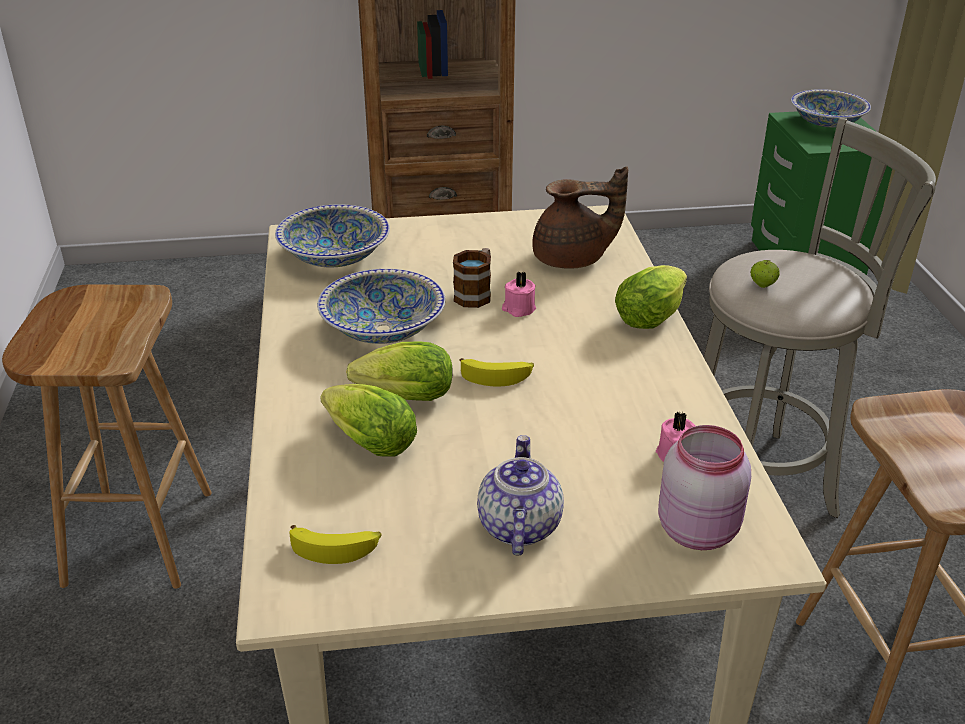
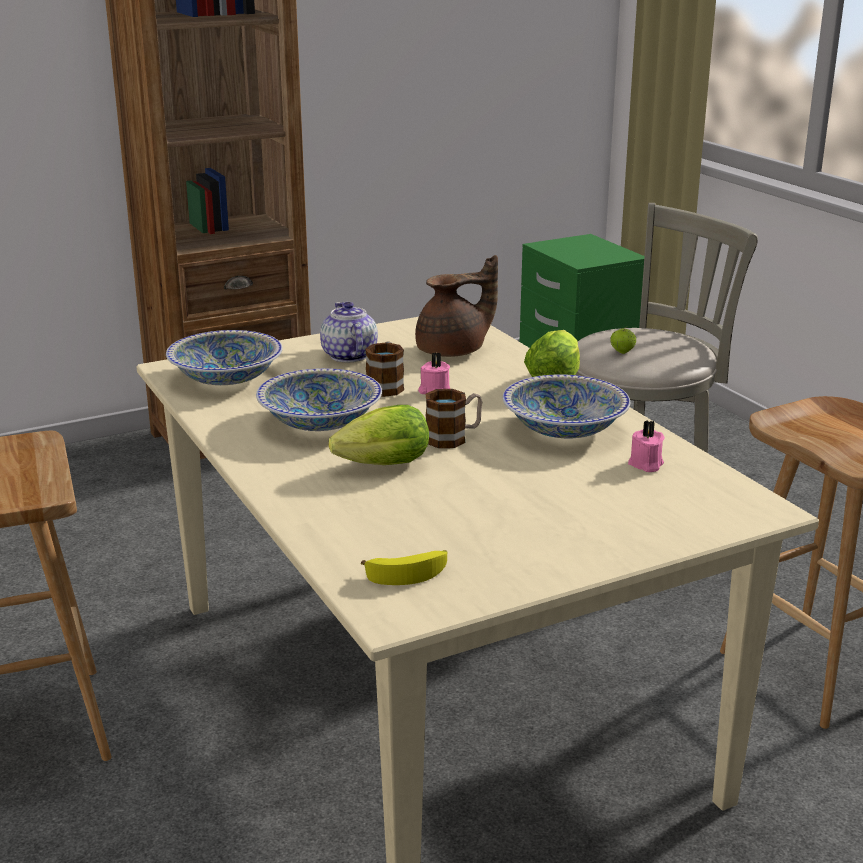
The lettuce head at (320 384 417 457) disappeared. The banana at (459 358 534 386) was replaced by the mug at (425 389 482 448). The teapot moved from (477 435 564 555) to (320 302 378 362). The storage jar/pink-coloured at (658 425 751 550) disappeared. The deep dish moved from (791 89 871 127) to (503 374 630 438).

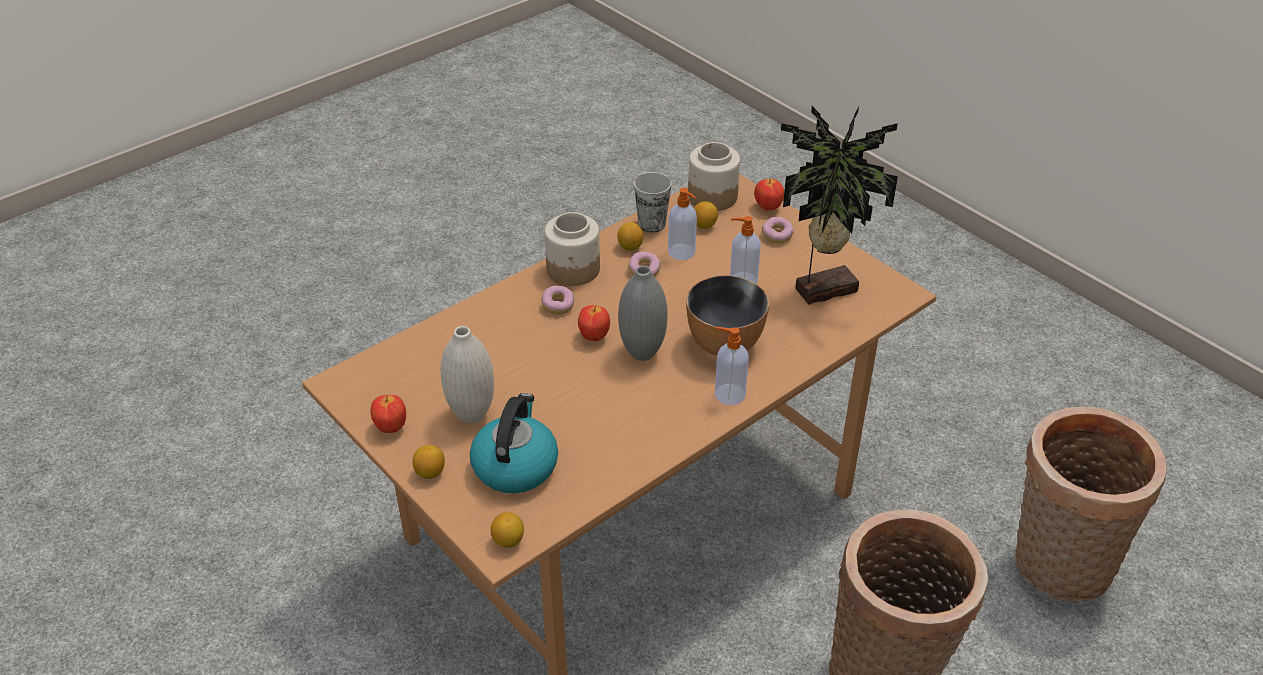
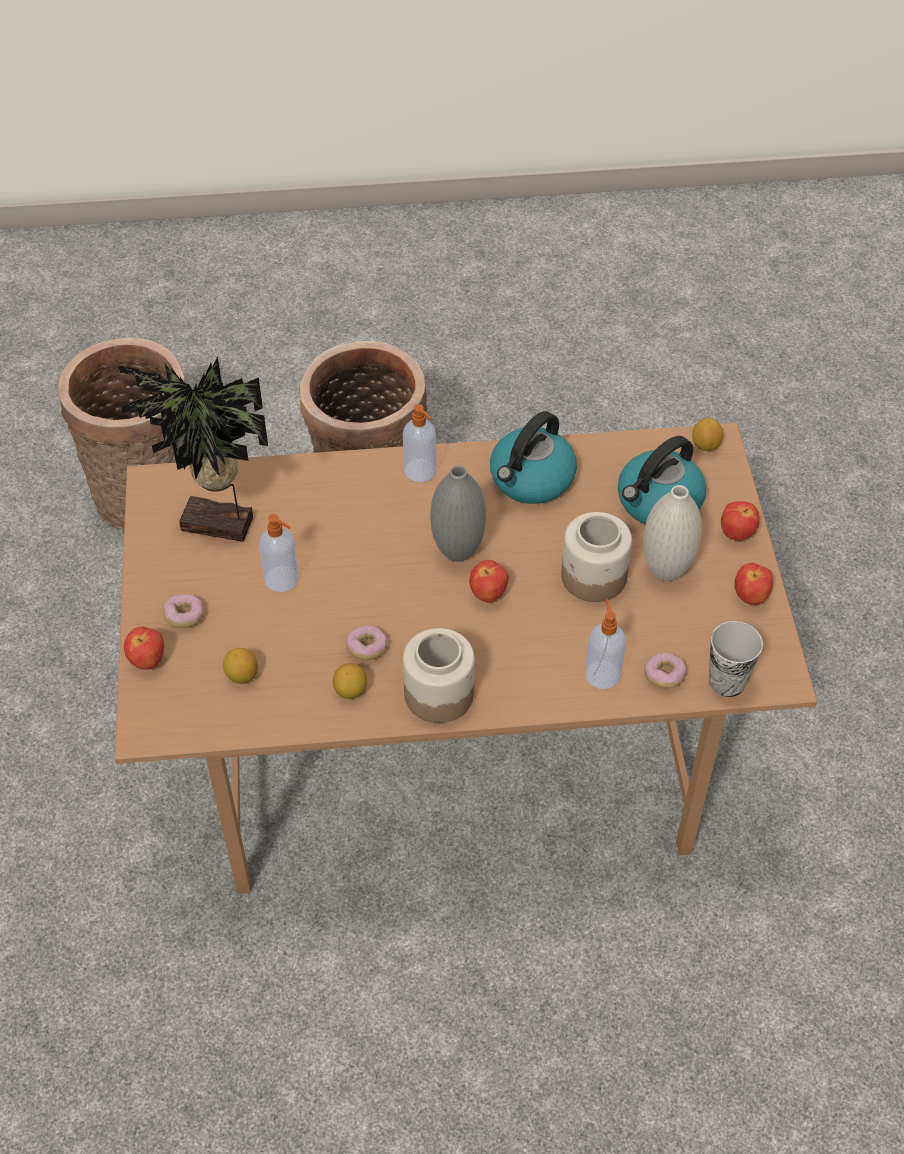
The lemon at (413 445 445 479) was replaced by the apple fruit at (721 501 760 541). The doughnut moved from (542 285 574 314) to (644 653 687 689). The small cup moved from (634 172 672 233) to (709 621 763 697). The soap dispenser moved from (668 188 697 260) to (585 598 626 689). The deep dish at (686 275 769 356) disappeared. The storage jar moved from (688 142 740 211) to (561 512 632 602). The tea kettle at (490 411 577 504) appeared.

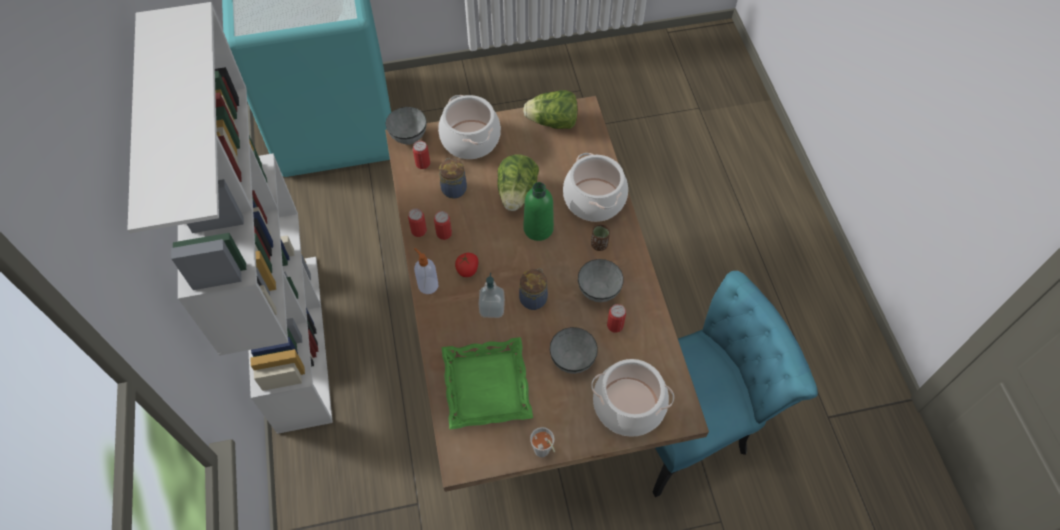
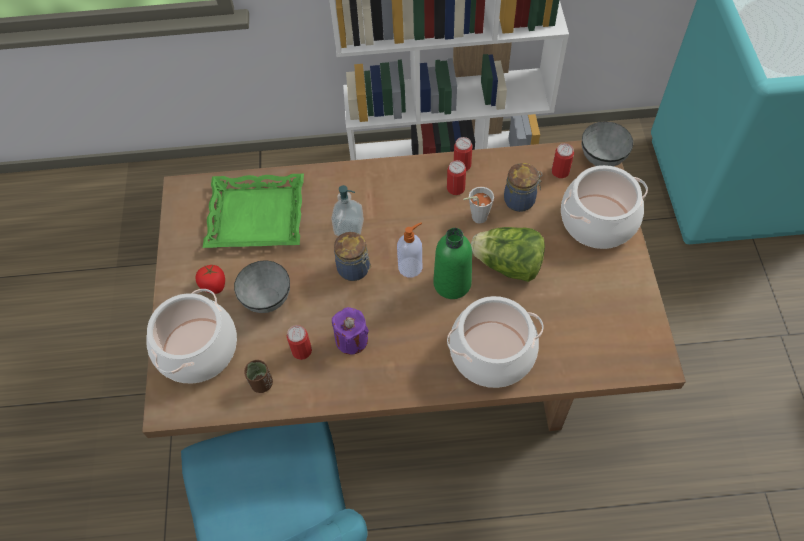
The soap dispenser moved from (414 248 438 294) to (397 222 422 278). The tomato moved from (455 253 479 277) to (196 264 225 294). The lettuce head at (523 90 578 129) disappeared. The small cup/greyish moved from (530 427 555 457) to (463 187 494 223). The deep dish/greyish at (578 259 624 302) was replaced by the wax light/purple at (332 307 369 355). The small cup/brown-coloured moved from (591 224 610 251) to (244 360 273 393).

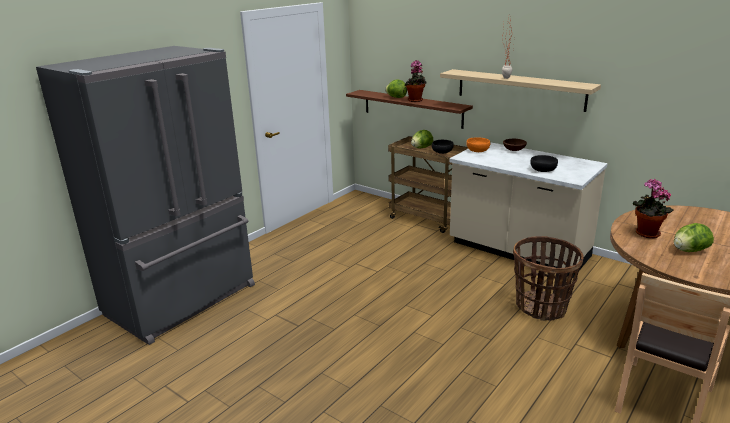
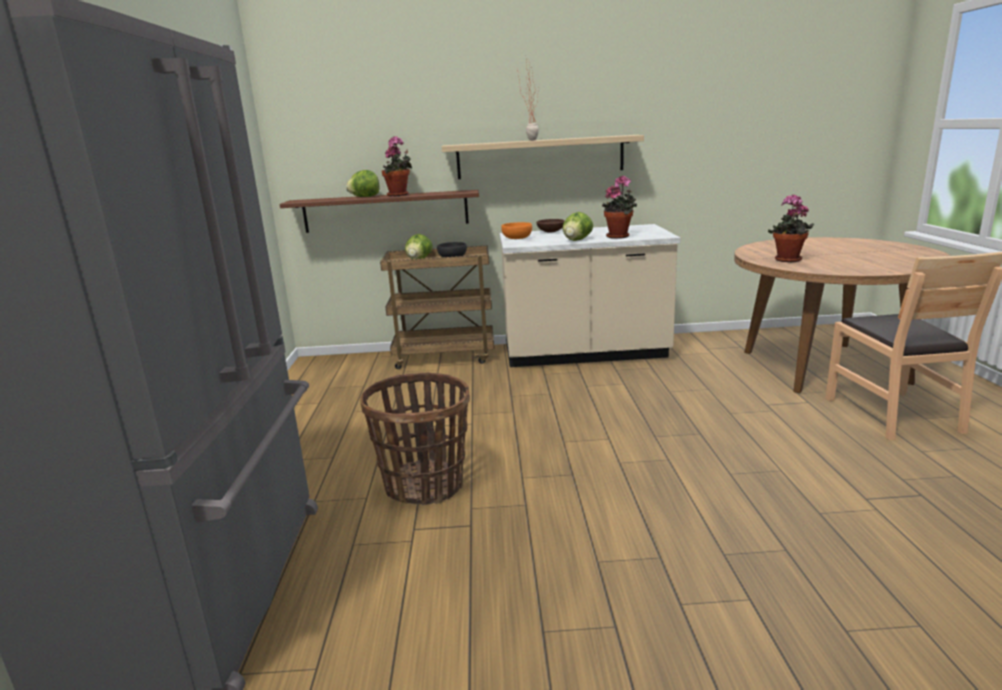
The household basket moved from (513 236 584 321) to (360 372 470 505). The deep dish/black-coloured at (530 155 558 172) was replaced by the potted plant at (602 175 637 239). The lettuce head moved from (674 223 714 252) to (563 212 593 241).

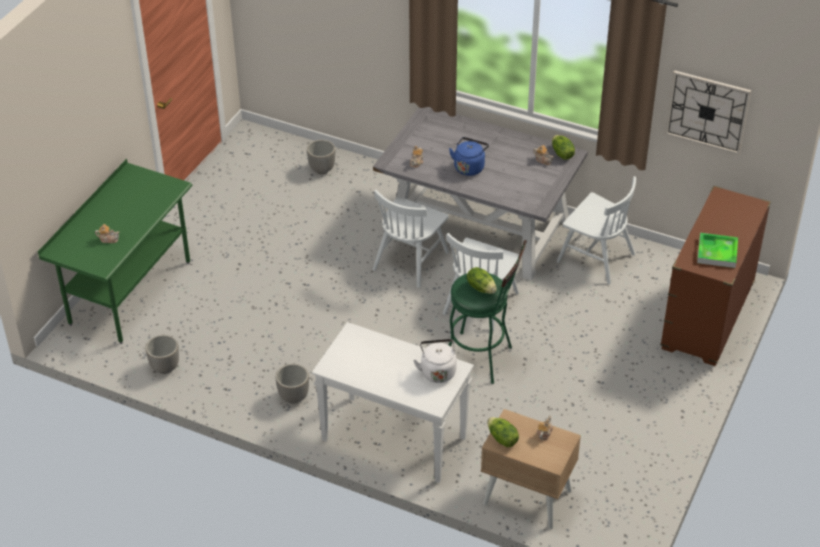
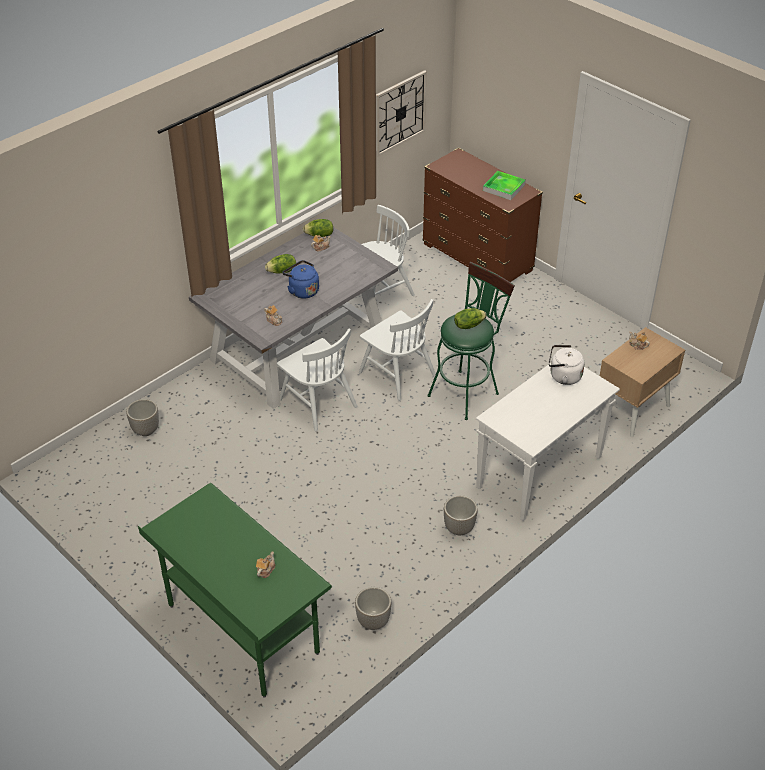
The lettuce head moved from (487 417 519 447) to (265 254 296 273).

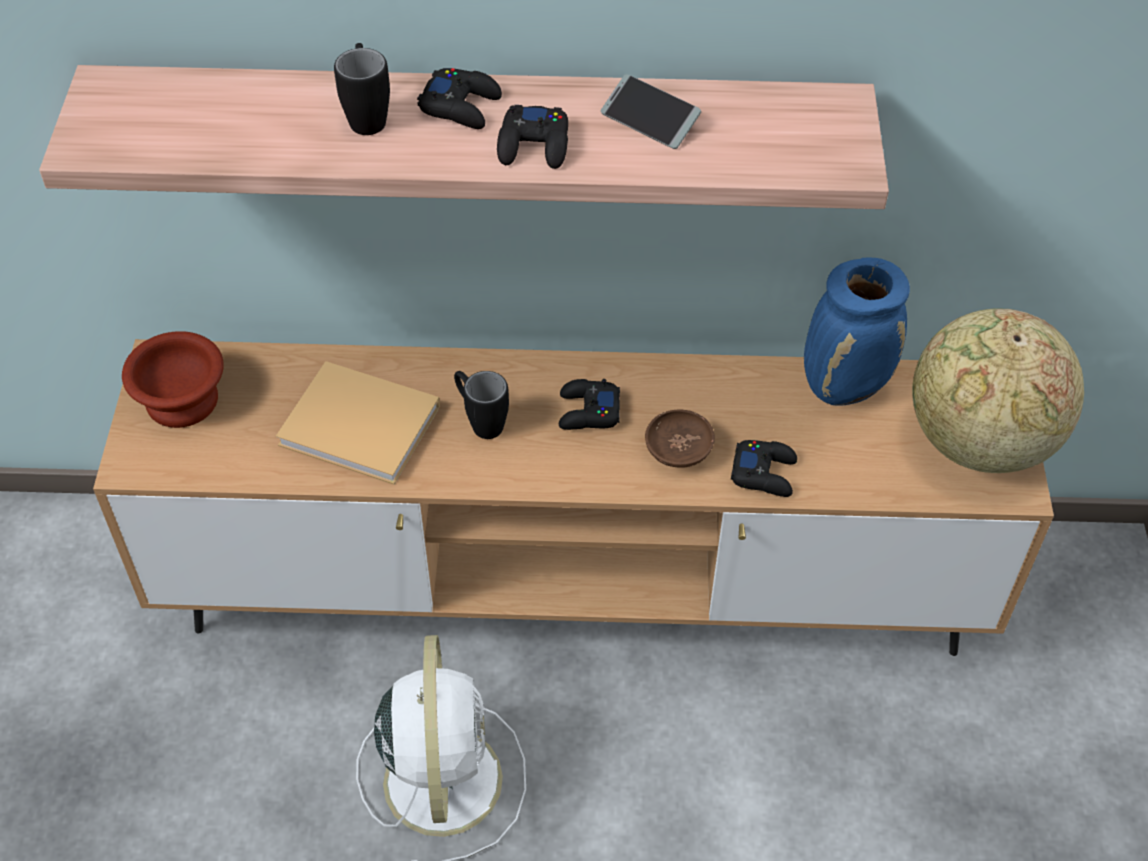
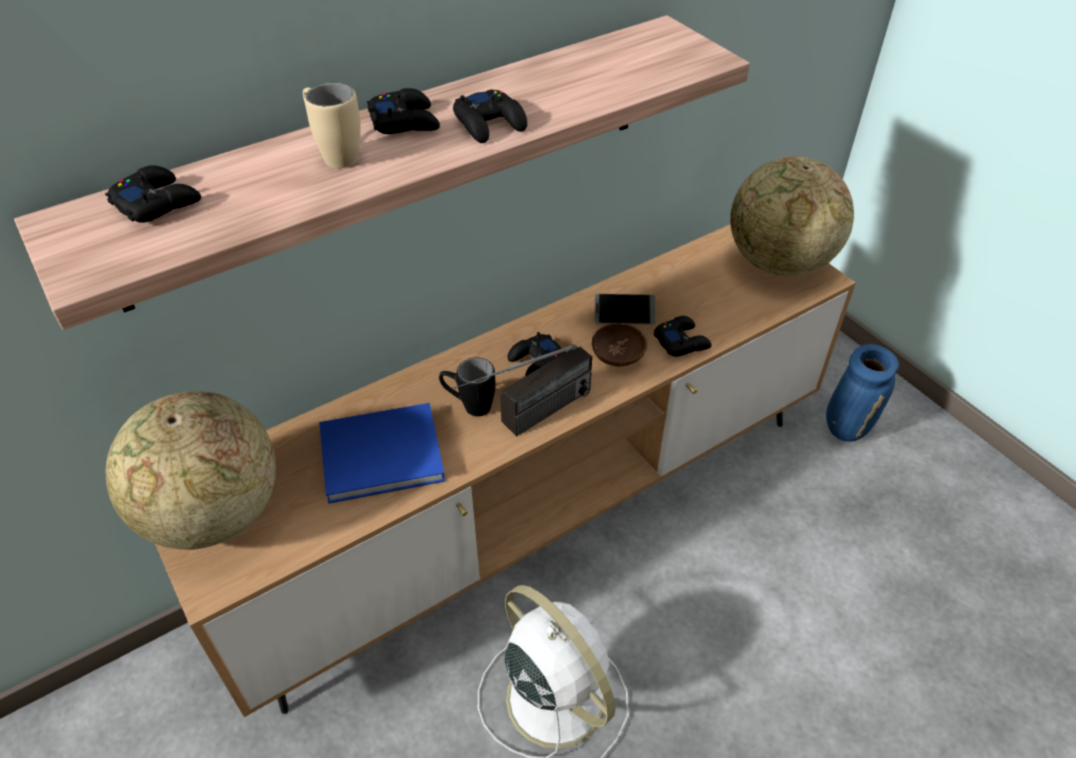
The deep dish/brown-coloured at (122 331 224 428) was replaced by the desk globe at (105 391 276 550). The volume/beige at (276 361 440 485) became the volume/blue-coloured at (319 403 445 504). The mug/black-coloured at (334 43 390 135) became the mug/beige at (303 83 361 168). The phone moved from (601 74 701 149) to (595 294 656 325). The flower vase/blue-coloured moved from (804 257 910 406) to (826 344 899 442). The joypad/black-coloured at (105 165 201 223) appeared. The radio set at (453 344 592 436) appeared.

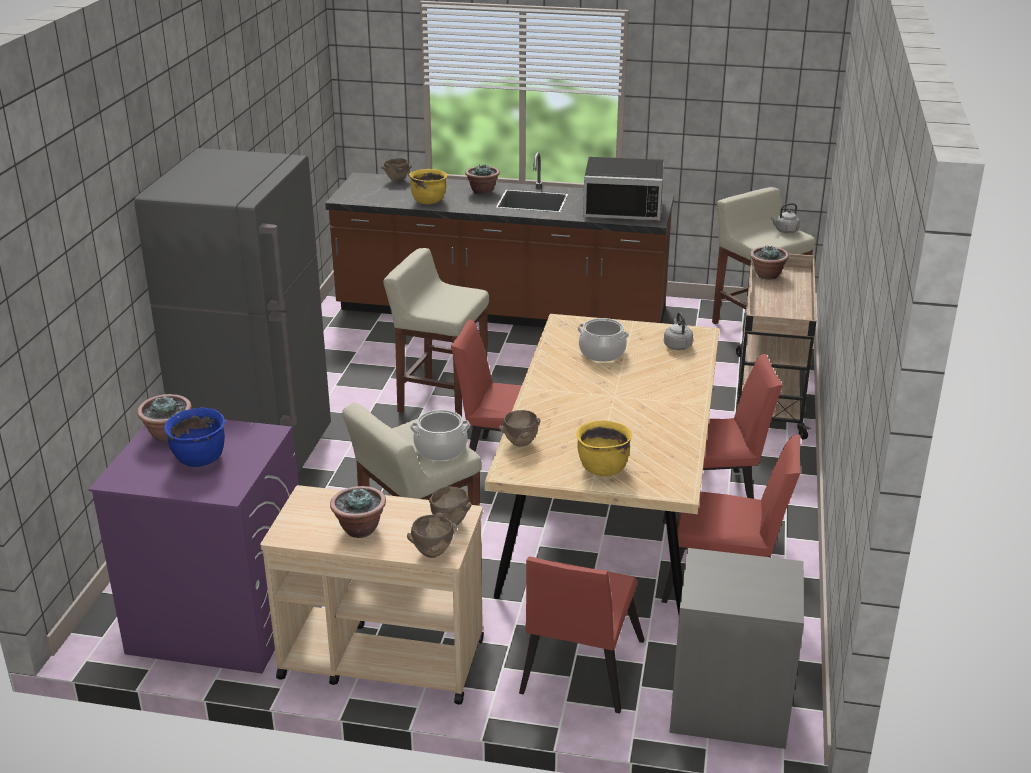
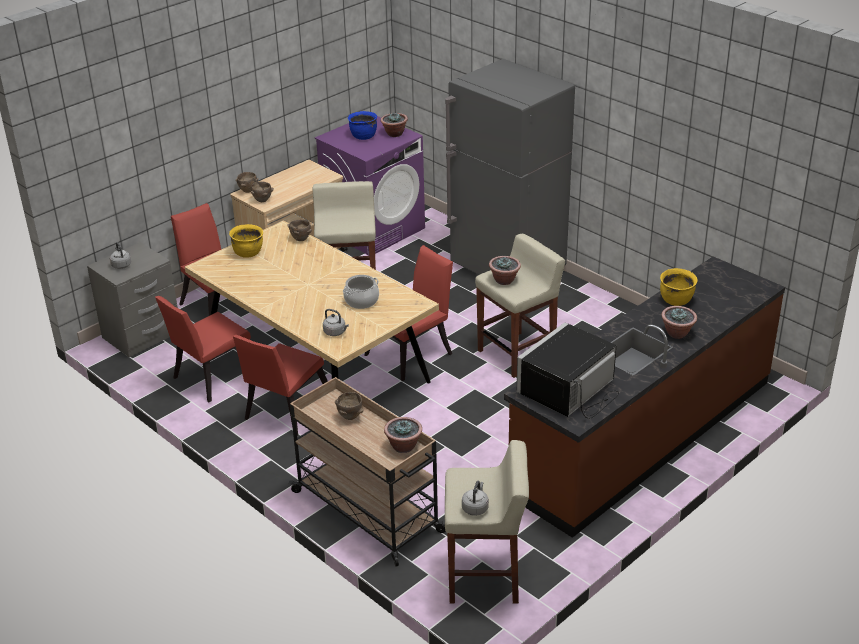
The potted plant moved from (330 486 386 538) to (489 256 521 285). The deep dish/brown-coloured moved from (381 158 412 182) to (335 392 364 420). The stockpot at (410 410 470 461) disappeared. The tea kettle/greyish at (110 242 131 269) appeared.

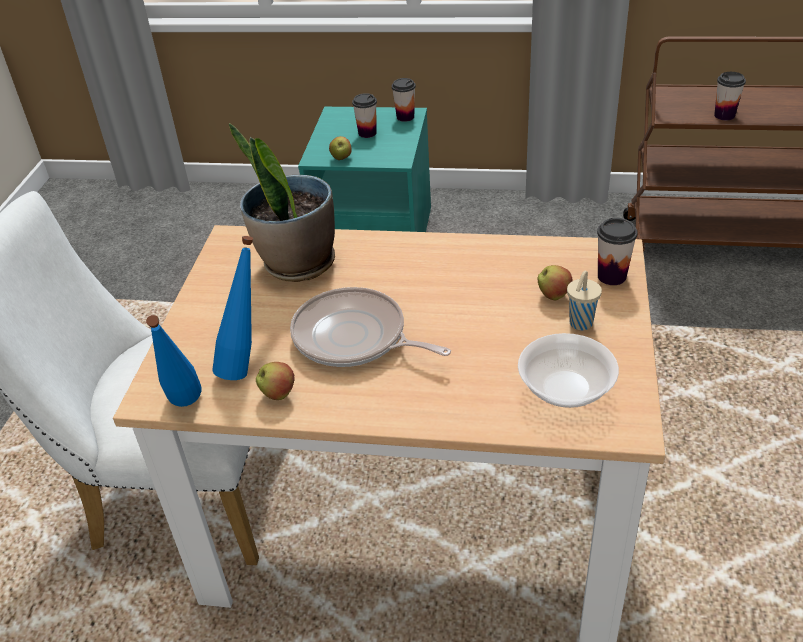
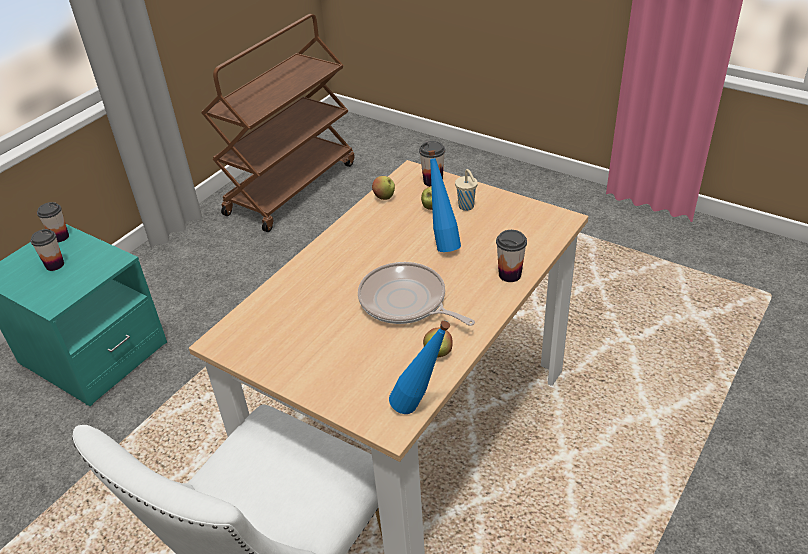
The beverage bottle/blue-coloured moved from (212 236 253 380) to (428 150 461 252). The potted plant at (229 123 335 282) disappeared. The frying pan at (290 287 451 367) turned 75 degrees clockwise. The apple fruit moved from (329 136 352 160) to (372 176 395 200). The deep dish at (518 333 619 408) disappeared. The small cup moved from (714 72 746 120) to (496 230 527 282).

